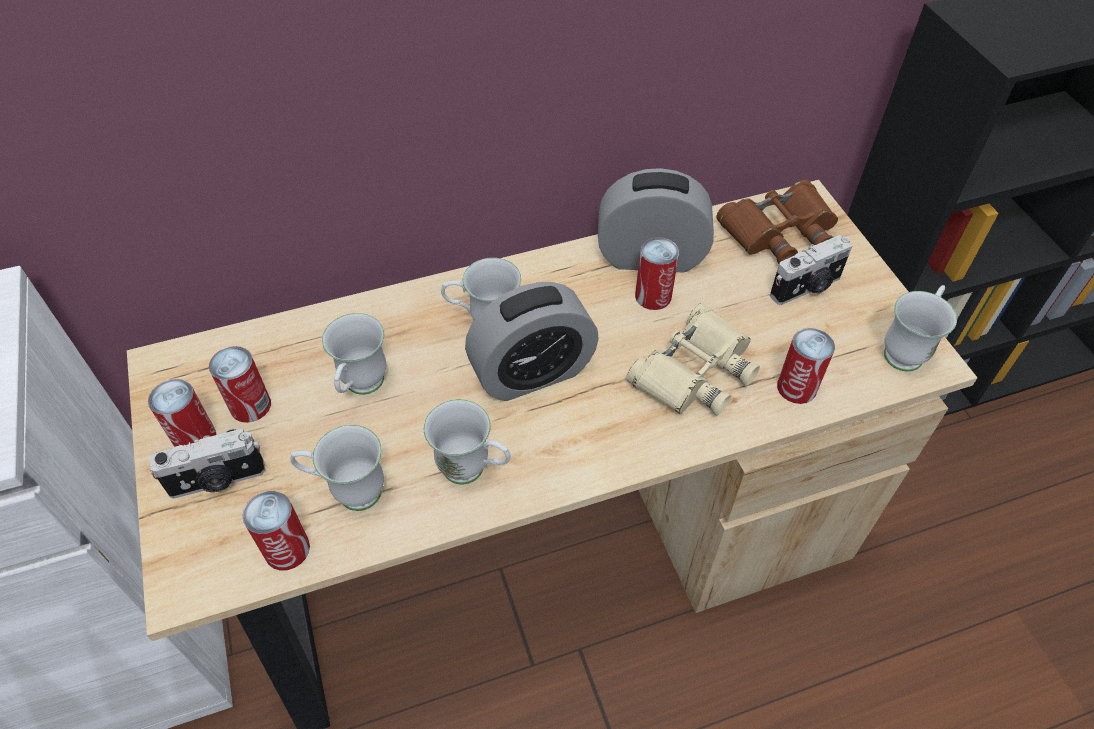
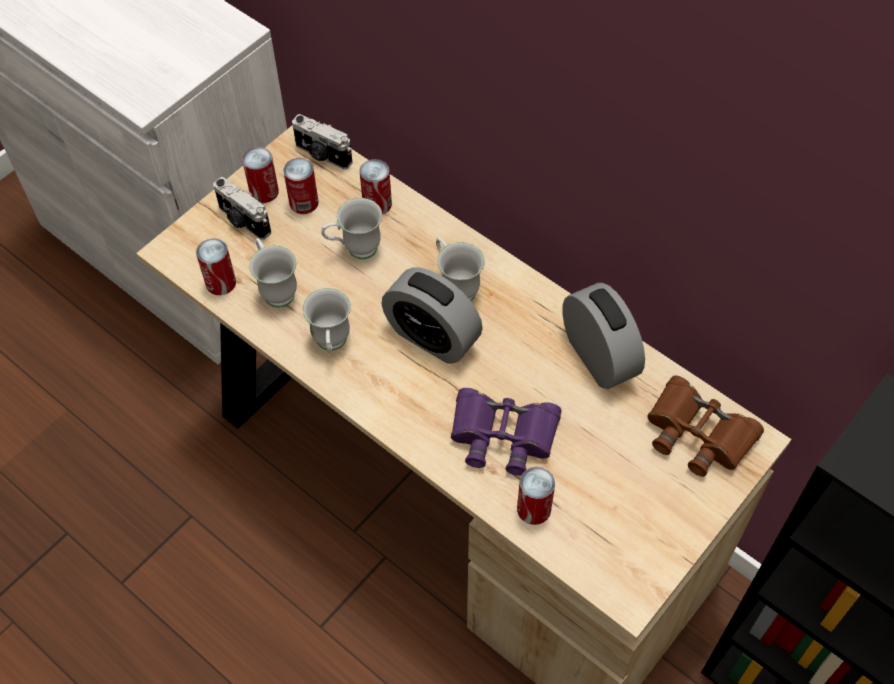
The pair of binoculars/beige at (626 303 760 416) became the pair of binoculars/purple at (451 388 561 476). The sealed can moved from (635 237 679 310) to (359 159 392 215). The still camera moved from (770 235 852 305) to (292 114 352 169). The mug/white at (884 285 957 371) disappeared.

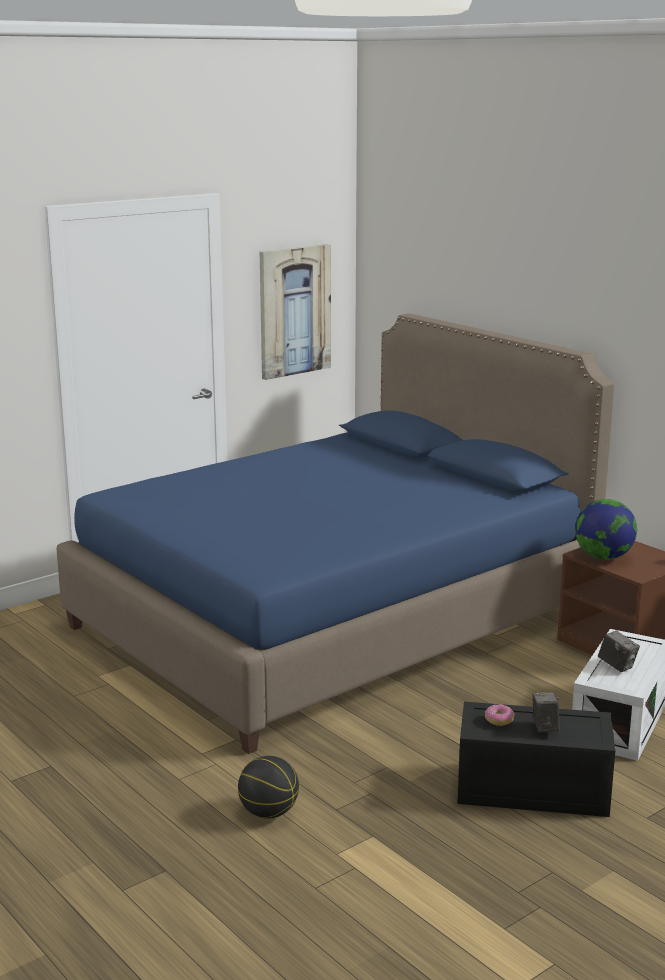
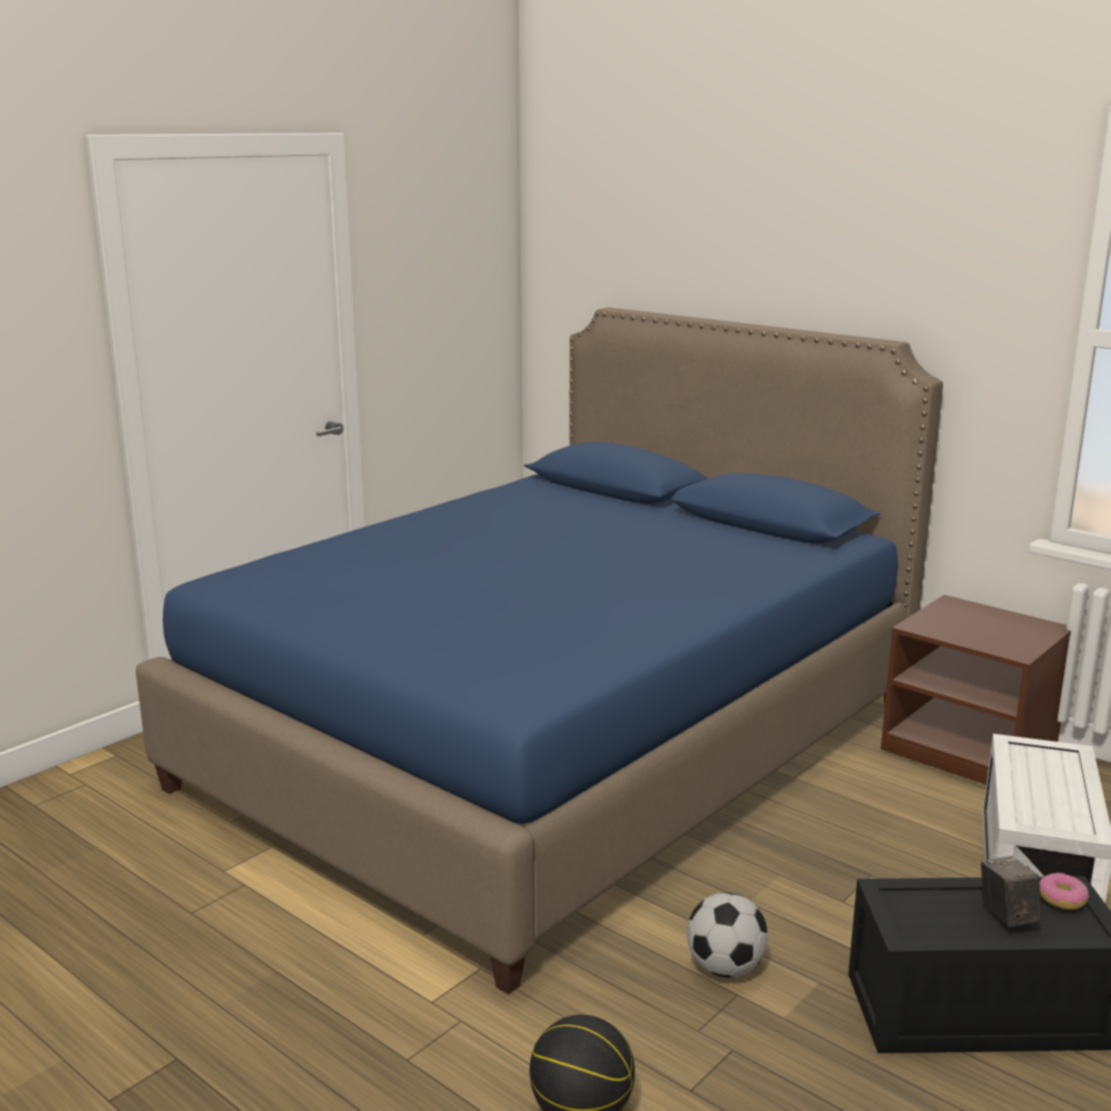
The wall art at (260 244 331 380) disappeared. The doughnut moved from (485 704 514 726) to (1039 873 1089 910). The desk globe at (575 499 637 560) disappeared. The still camera at (598 631 640 672) disappeared. The football at (687 893 768 978) appeared.

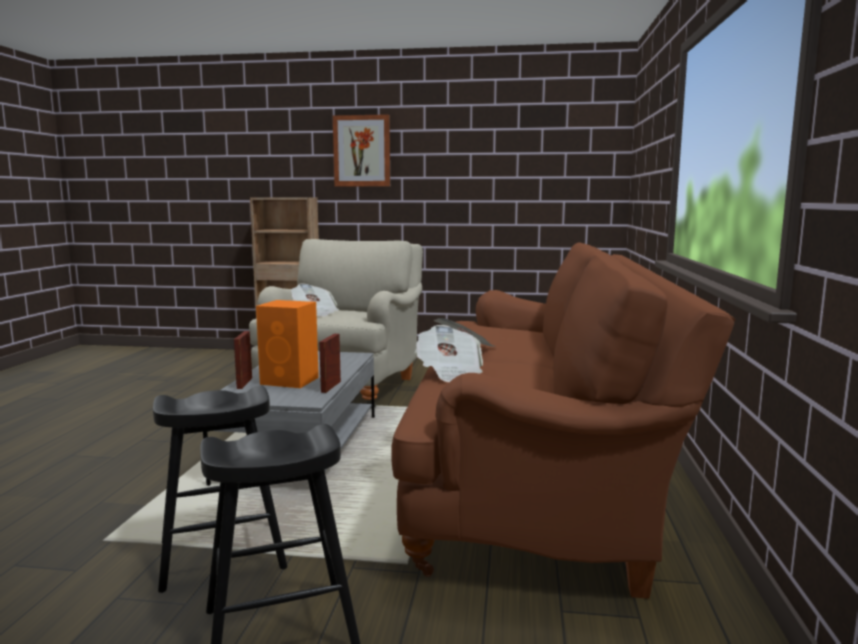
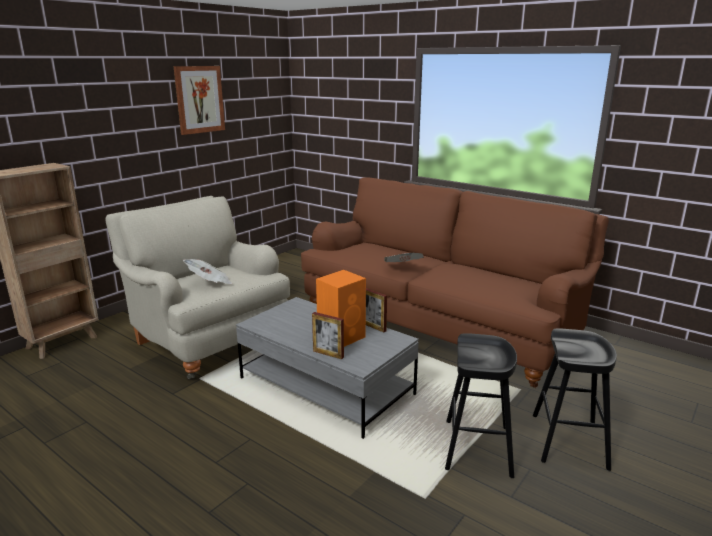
The wall art moved from (333 114 390 187) to (173 66 225 135). The daily paper at (415 325 483 382) disappeared.

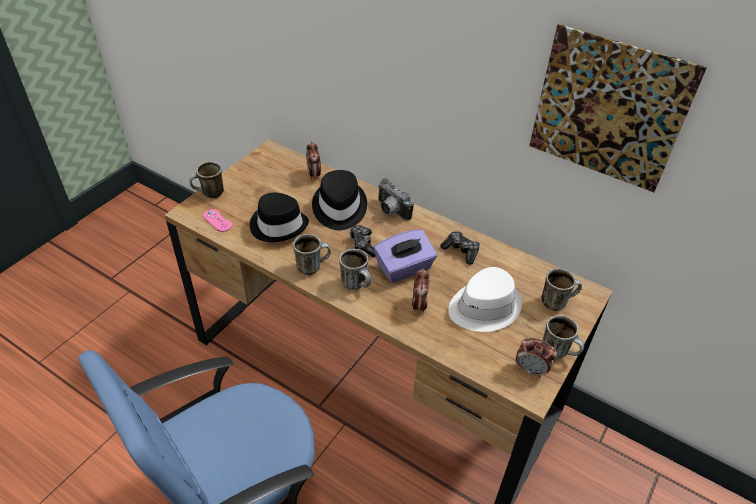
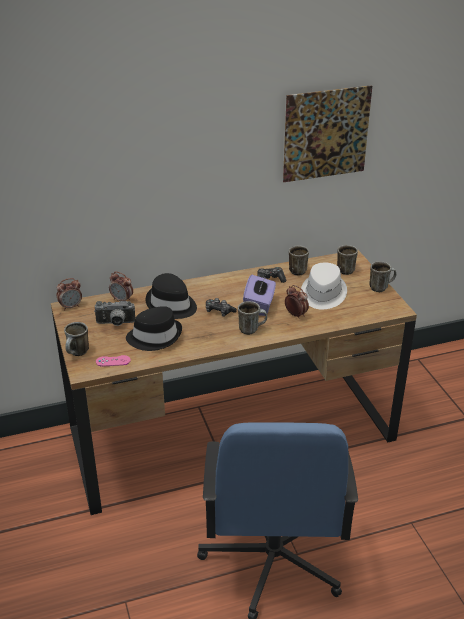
The mug moved from (293 234 331 275) to (289 246 309 276). The still camera moved from (378 178 414 221) to (94 301 135 326). The bedside clock moved from (516 338 557 378) to (57 278 82 311).

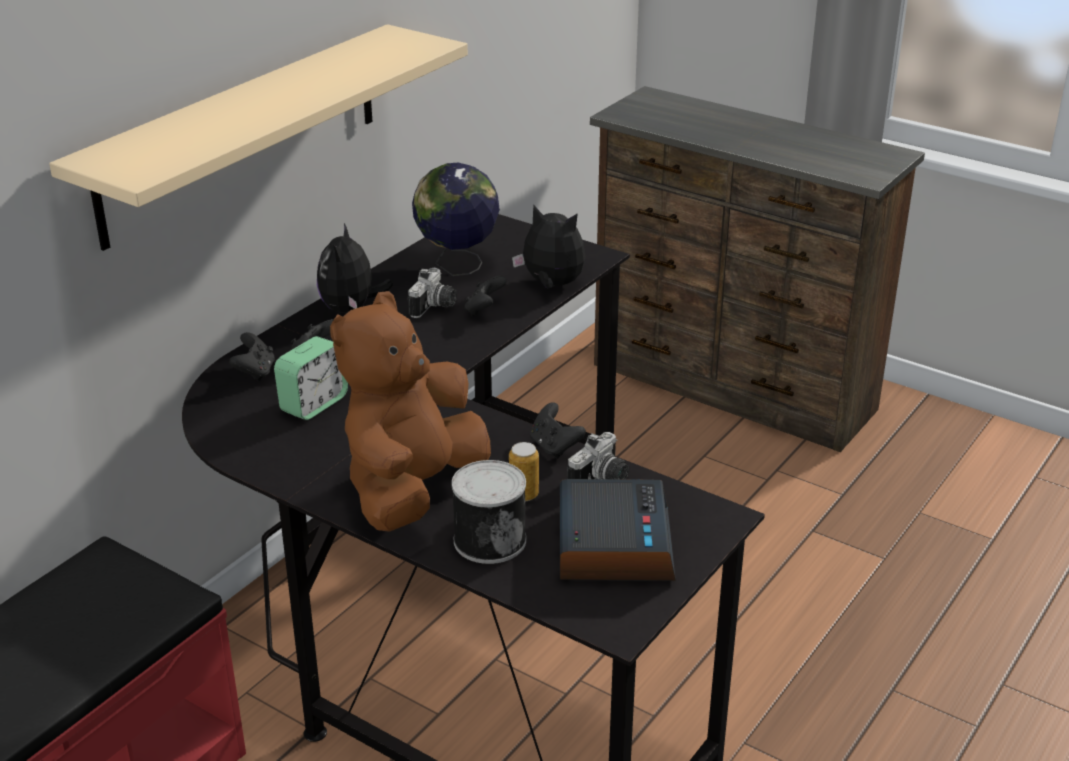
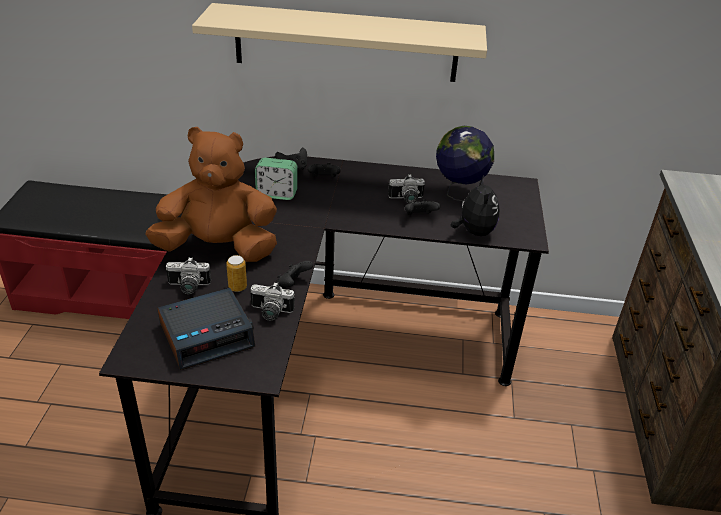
The cuddly toy at (317 223 393 313) disappeared. The sealed can at (451 460 526 564) was replaced by the still camera at (166 257 211 294).

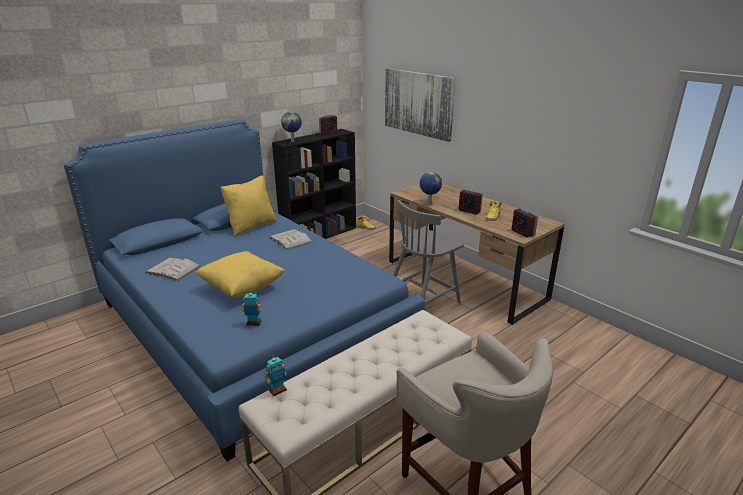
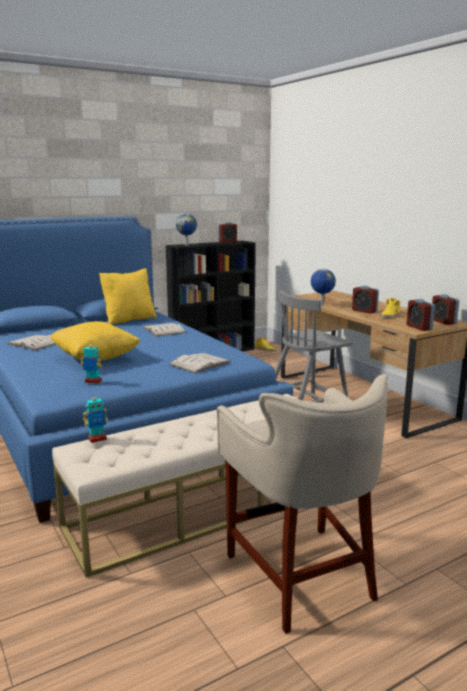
The wall art at (385 68 455 142) disappeared. The volume/white at (169 353 230 373) appeared. The bedside clock at (432 294 459 325) appeared.

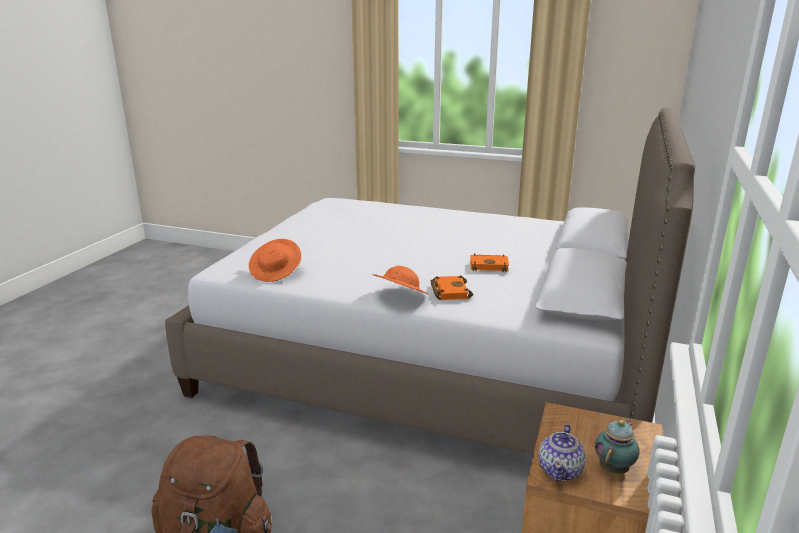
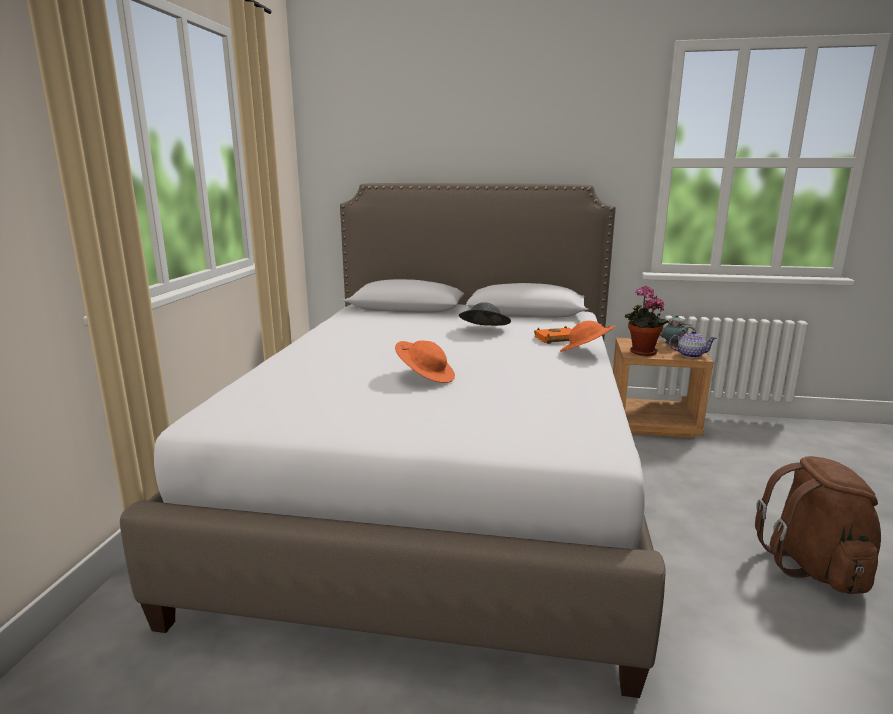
The wearable hat/orangey moved from (249 239 301 282) to (395 340 455 383). The volume/orangey at (470 253 509 272) was replaced by the wearable hat/greyish at (459 303 511 326). The potted plant at (625 286 668 356) appeared.

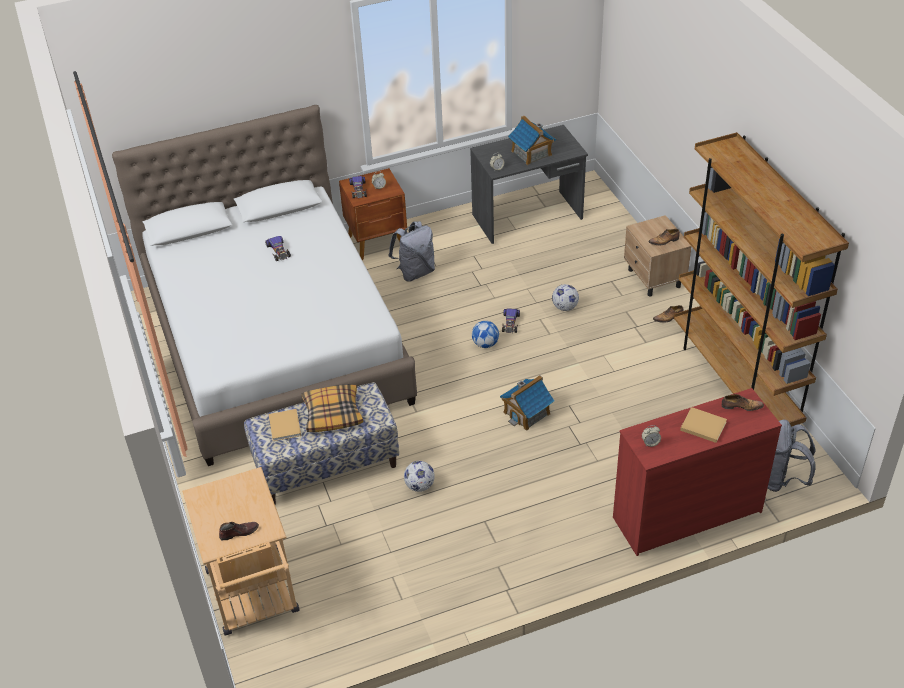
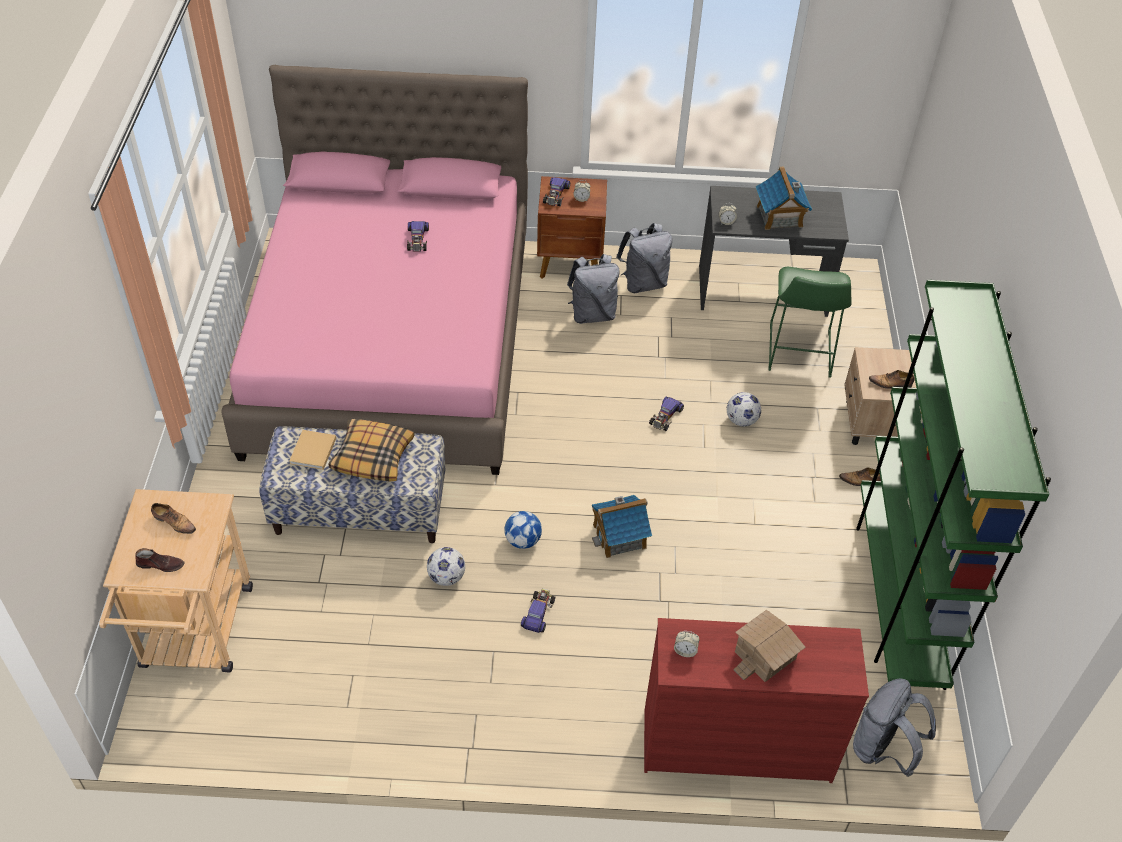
The bedroom bed/white at (112 105 417 466) became the bedroom bed/pink-coloured at (221 65 528 475). The football moved from (472 321 499 348) to (504 511 542 549). The shelving unit/brown-coloured at (674 132 849 427) became the shelving unit/greenish at (856 280 1051 690). The volume/beige at (680 407 727 443) was replaced by the miniature house at (734 610 806 682). The low shoe moved from (722 394 764 411) to (151 503 196 534). The miniature car at (521 588 555 633) appeared. The knapsack/greyish at (616 223 672 293) appeared. The sitting stool/greenish at (769 267 852 378) appeared.

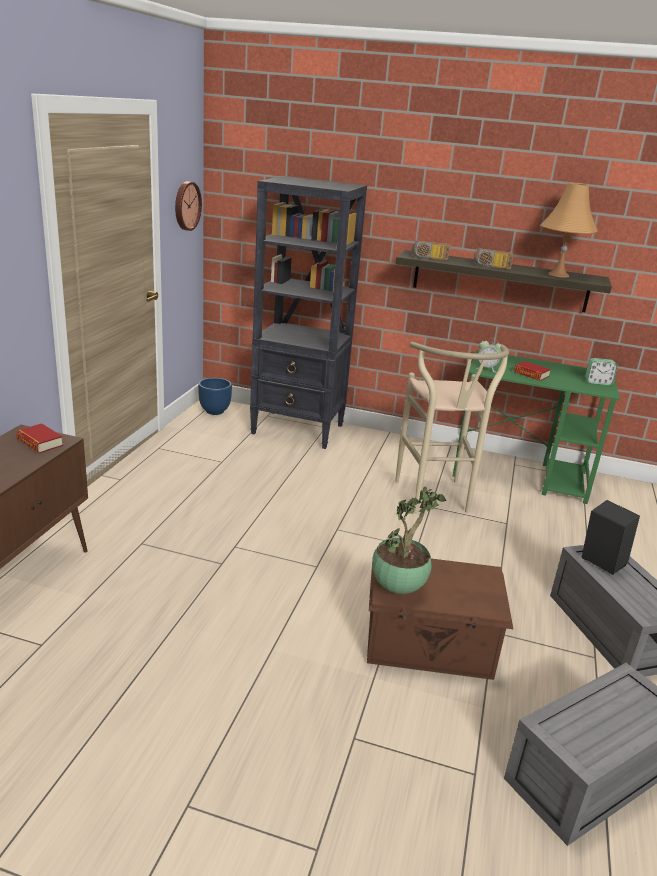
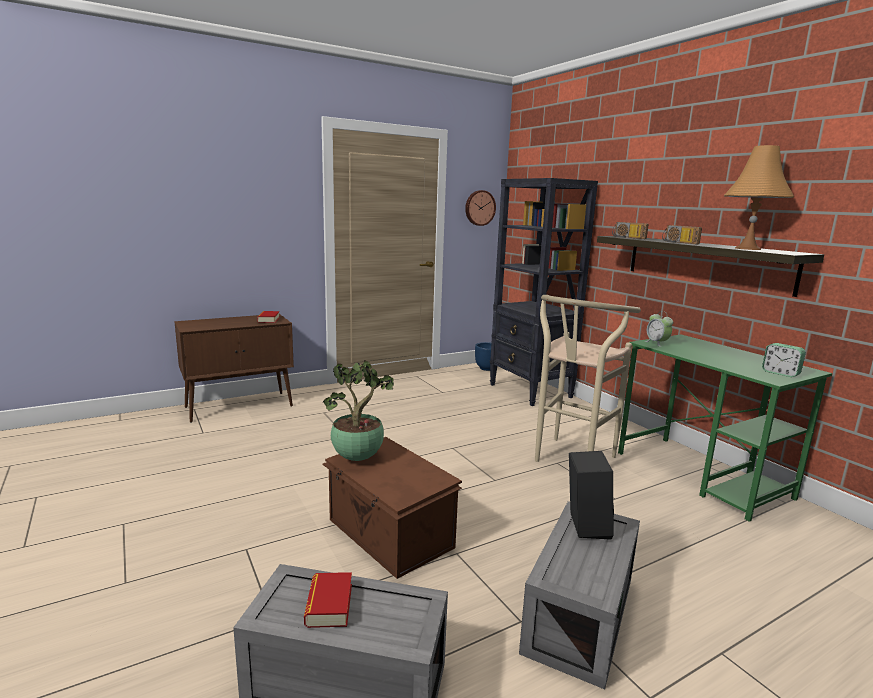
The volume moved from (514 361 551 381) to (304 572 352 628).

